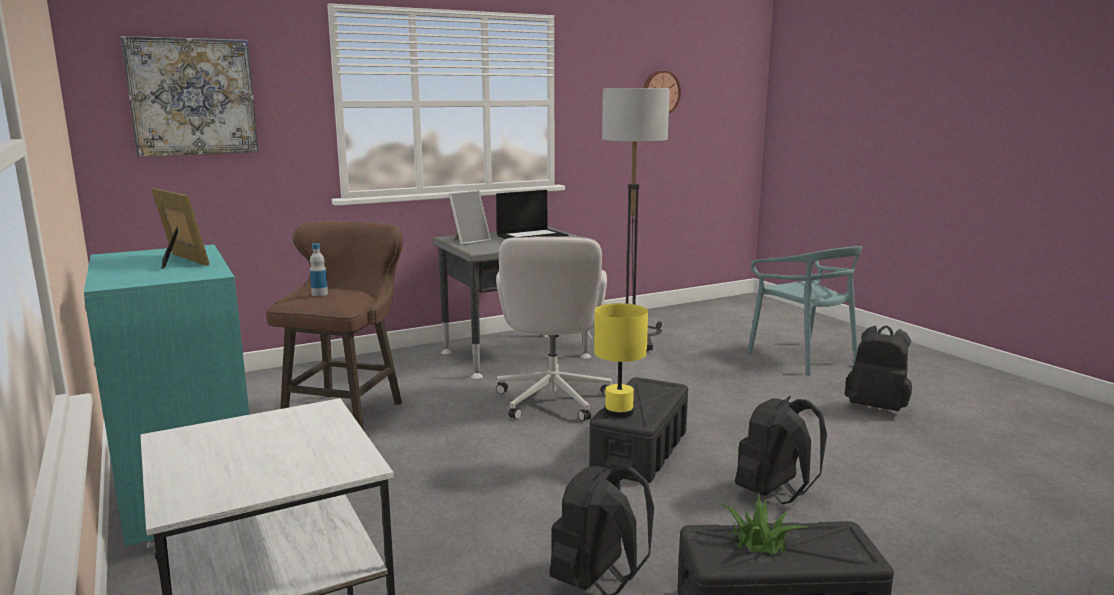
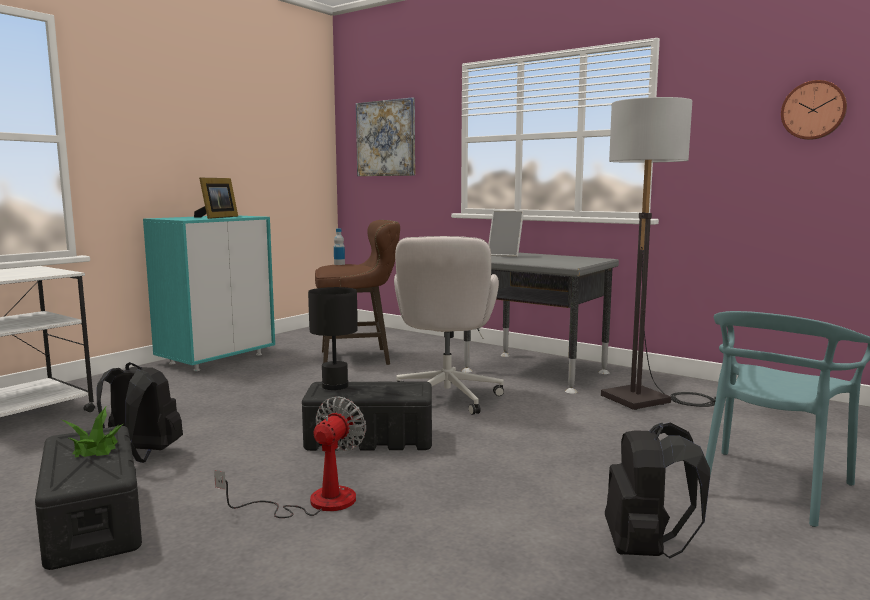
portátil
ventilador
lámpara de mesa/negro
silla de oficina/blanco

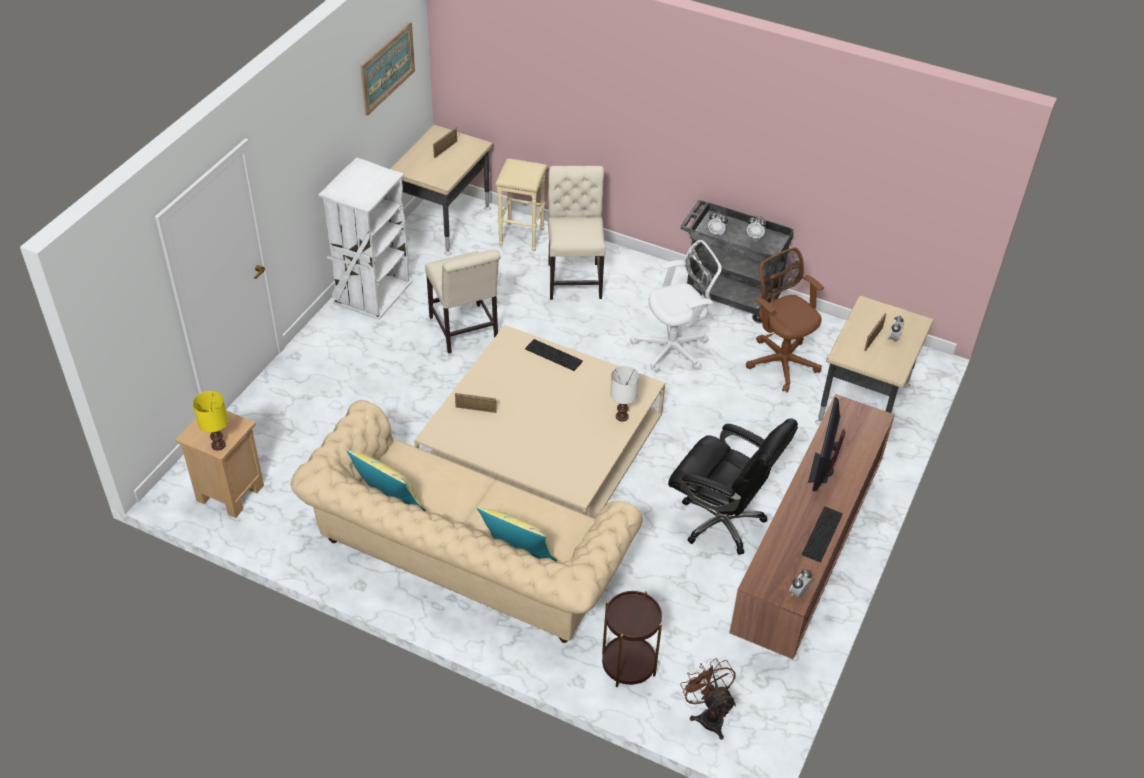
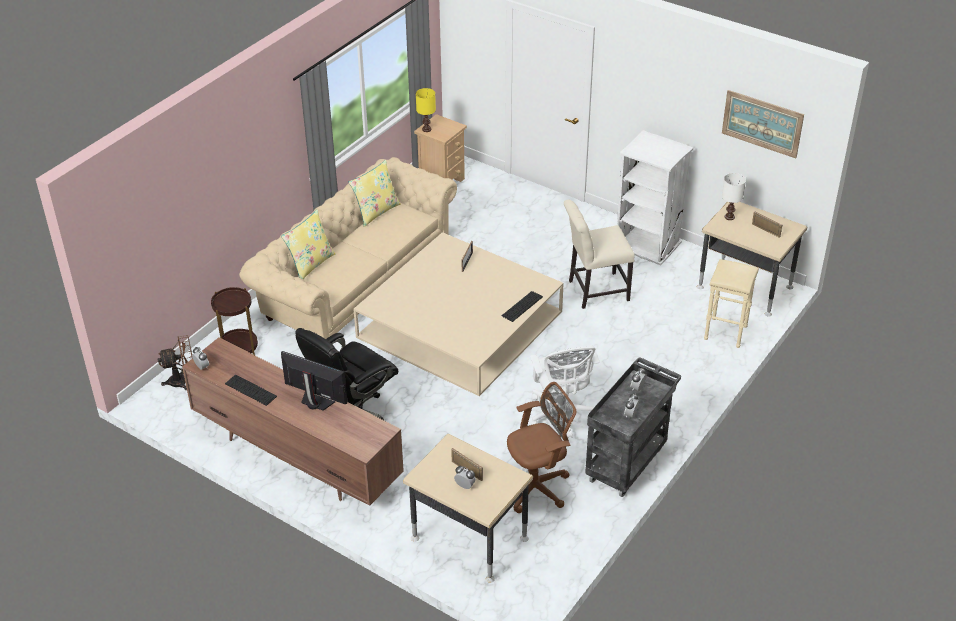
silla/beis (no. 2 from left in the first image)
lámpara de mesa/blanco

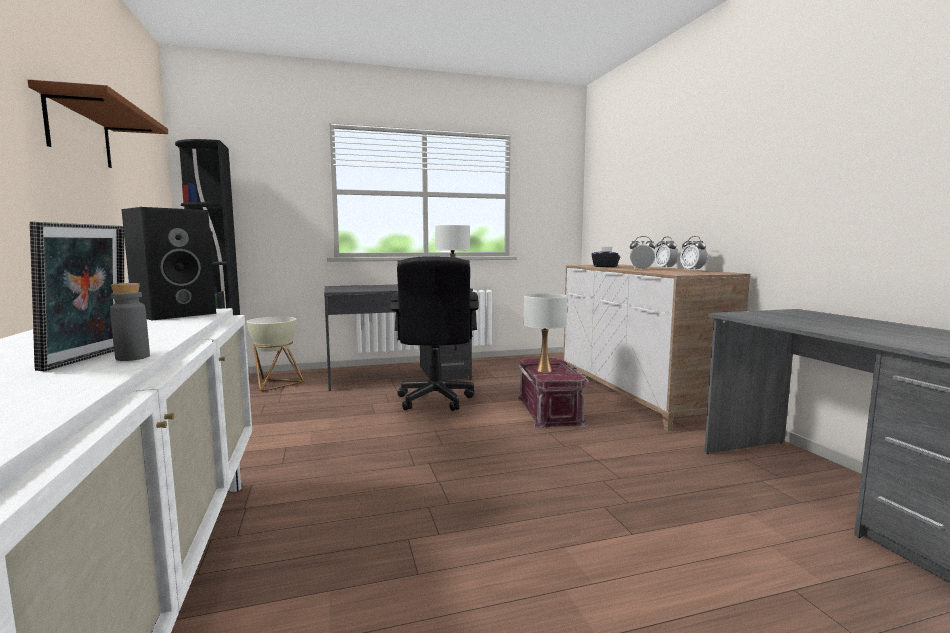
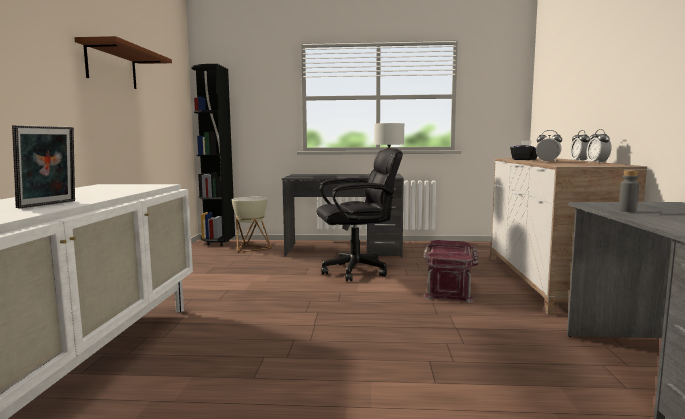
altavoz/negro
lámpara de mesa/blanco (no. 2 from left in the first image)
botella/gris
silla de oficina/negro

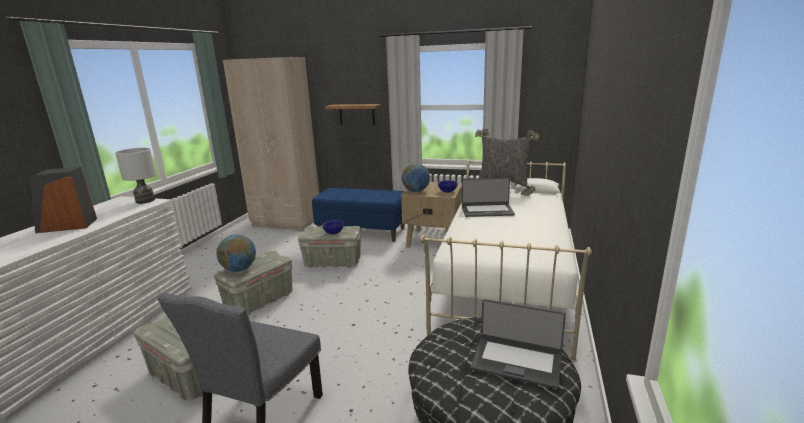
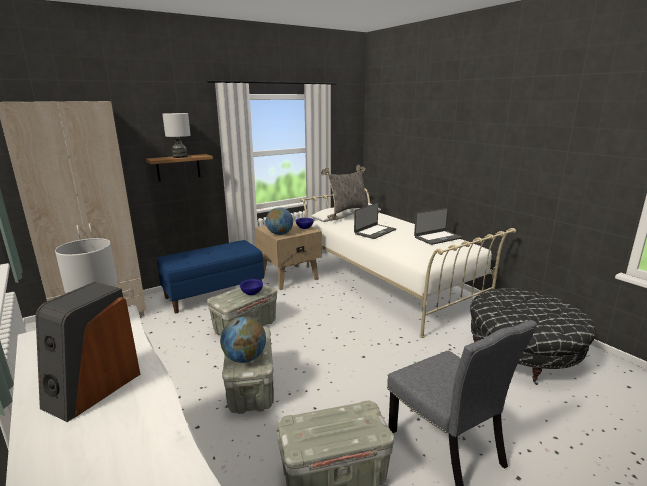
lámpara de mesa/gris (no. 2 from left)
portátil (no. 2 from left)

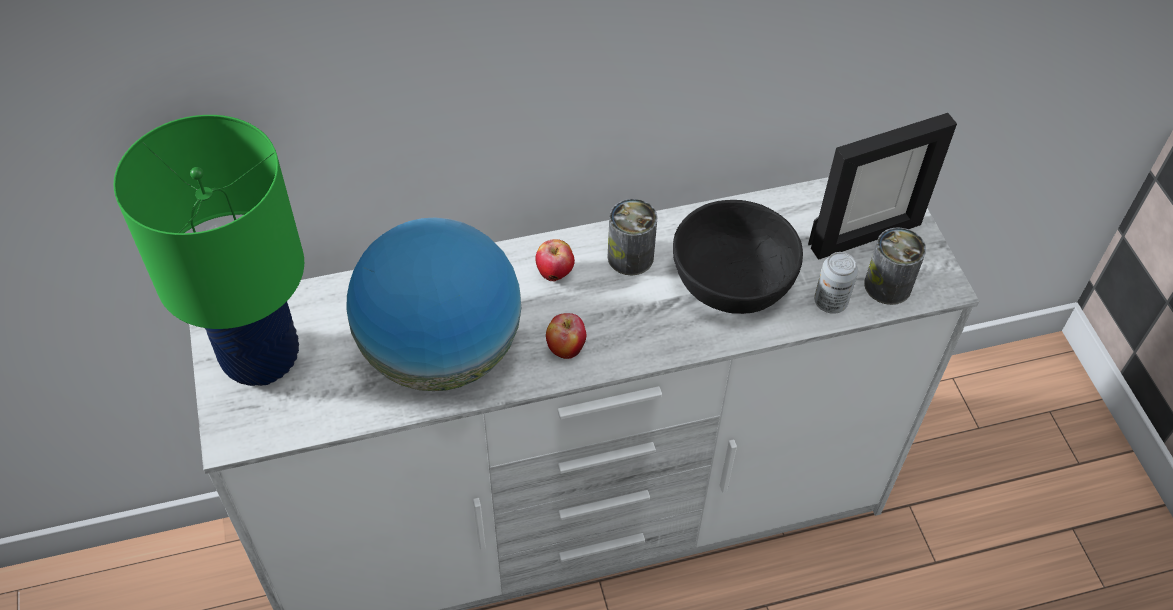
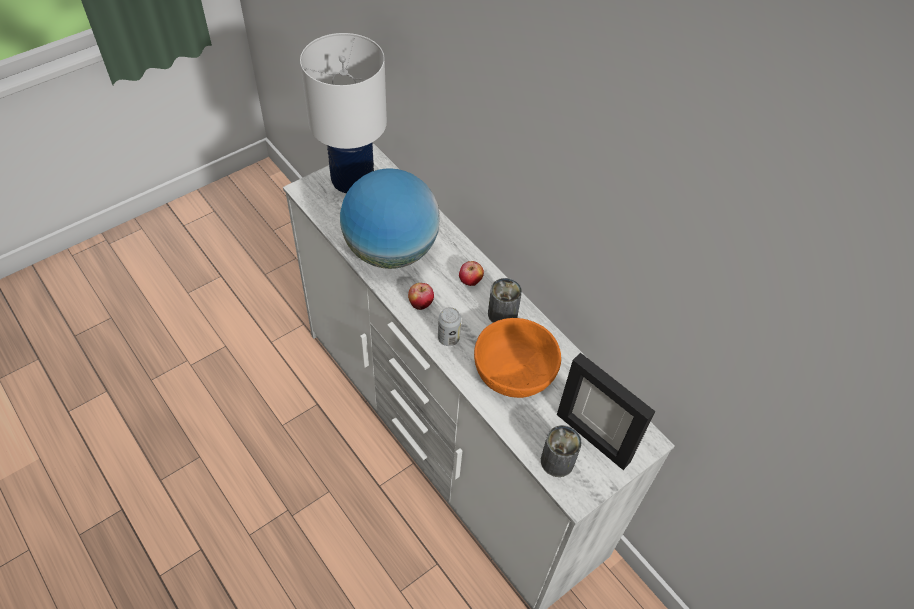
lata (no. 1 from left)
lámpara de mesa/blanco
cuenco/naranja

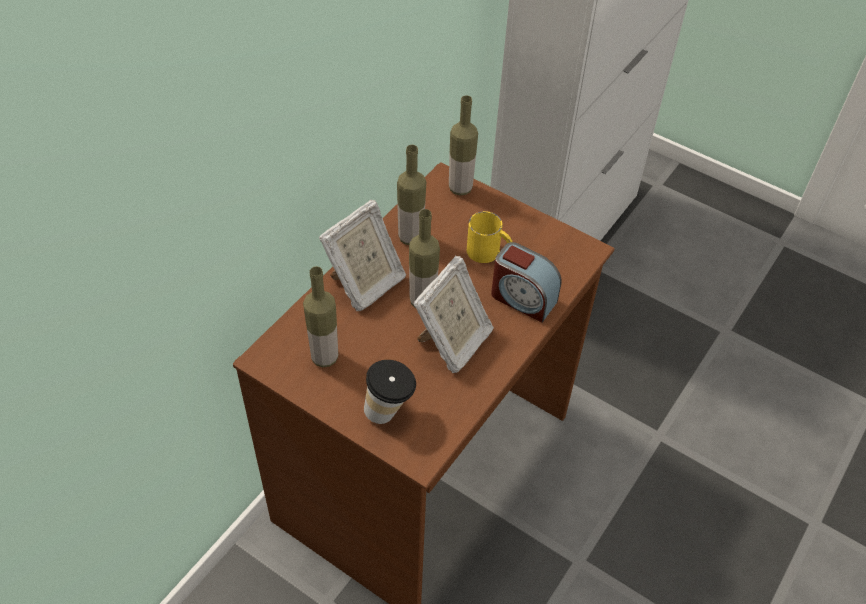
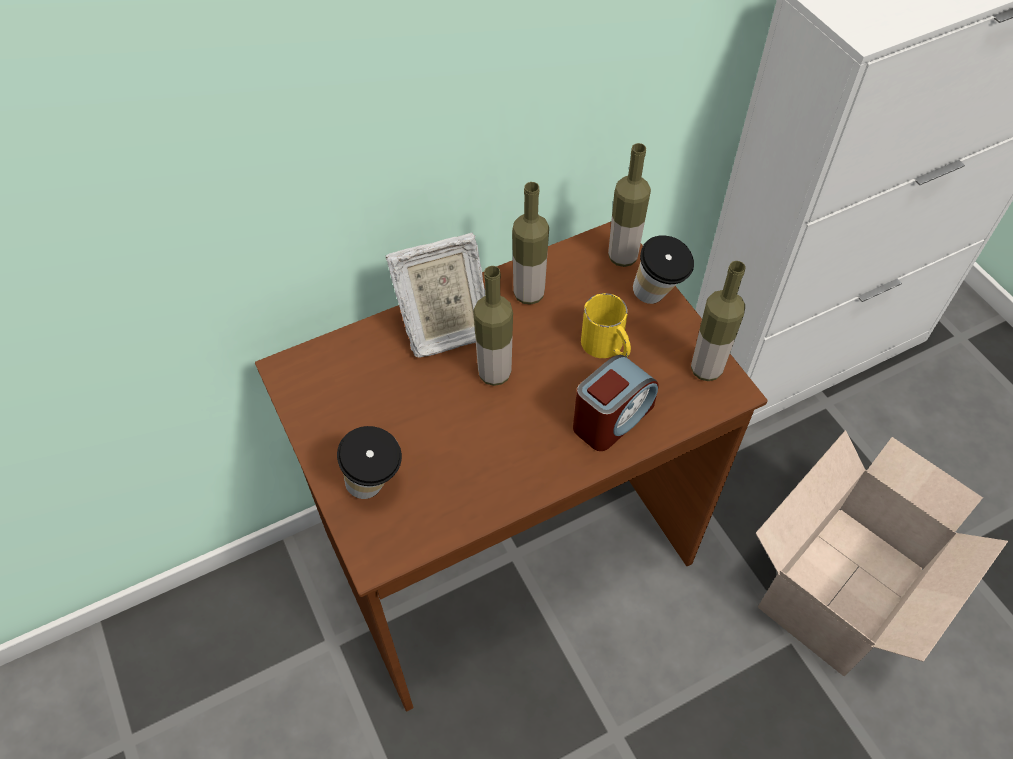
portarretratos (no. 2 from left in the first image)
taza (no. 2 from left)
caja de cartón
botella (no. 4 from left)
despertador

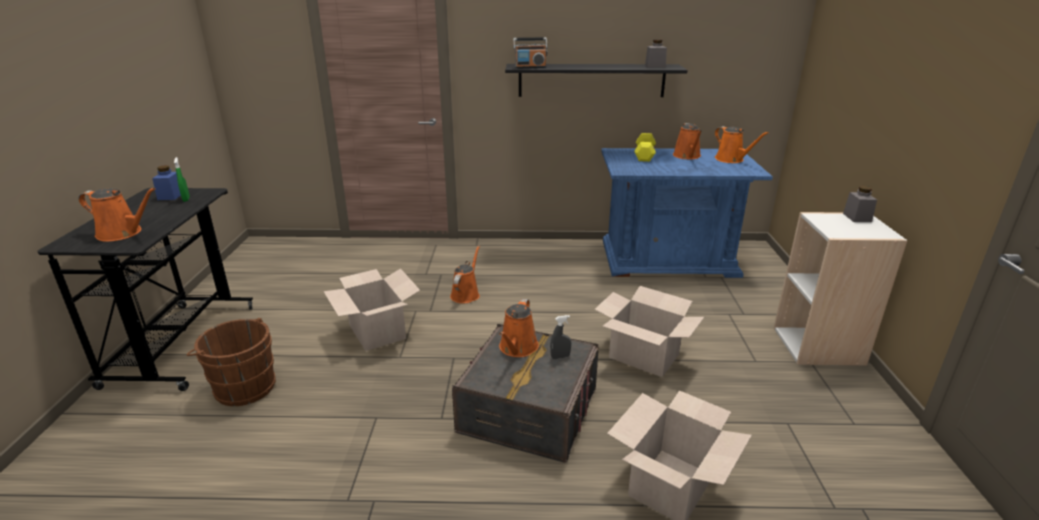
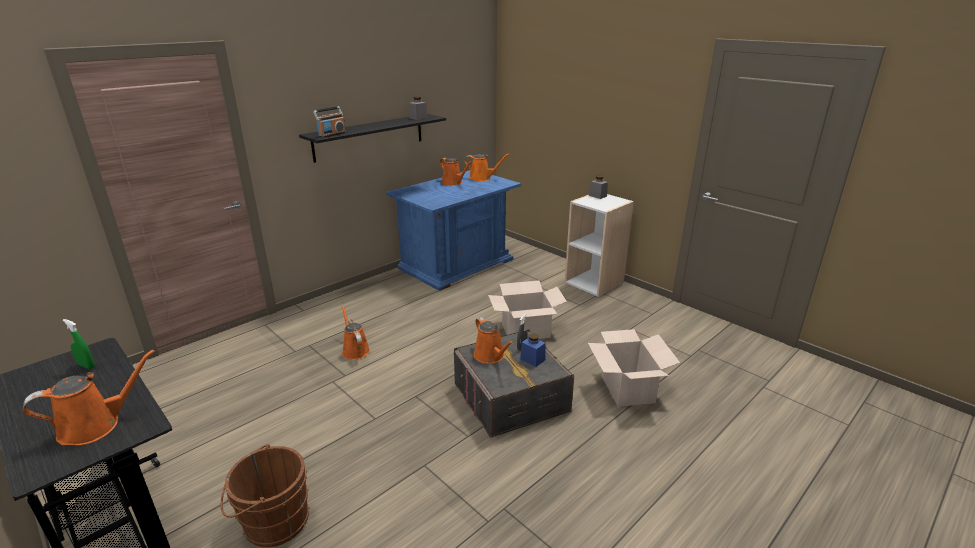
caja de cartón (no. 1 from left in the first image)
mancuerna/amarillo
tarro/azul

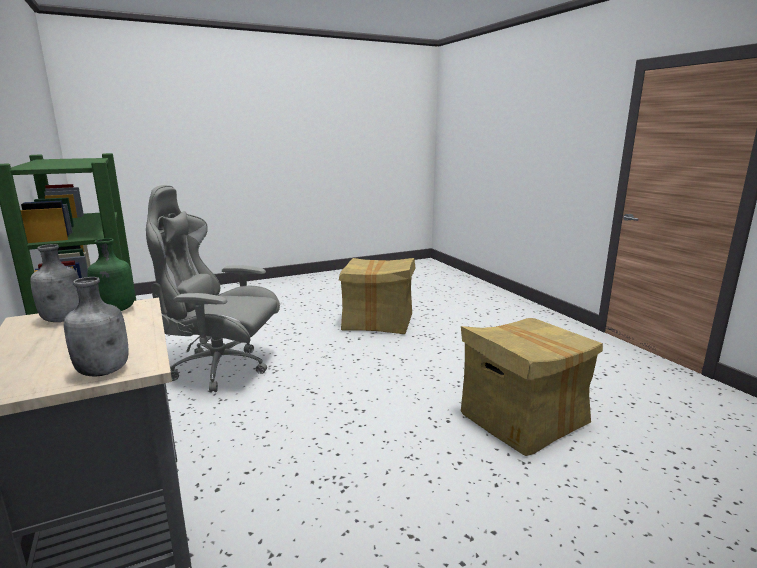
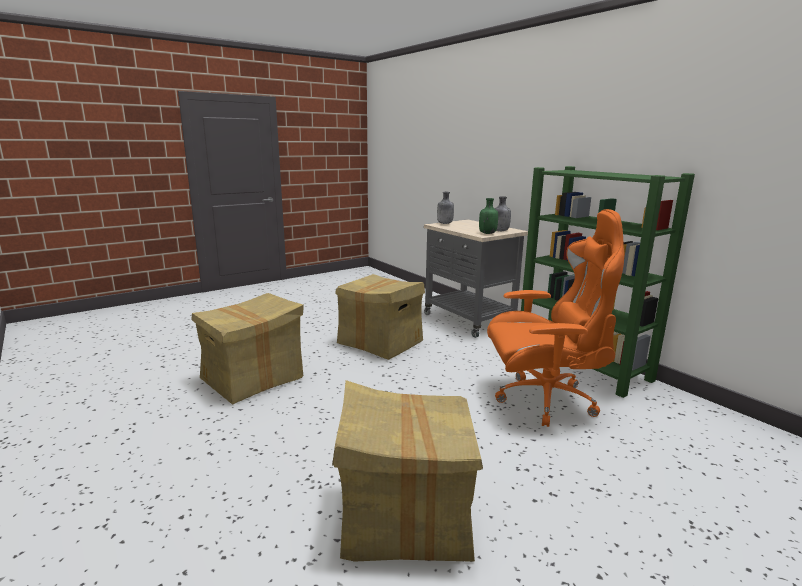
caja de cartón (no. 2 from left)
silla de oficina/naranja

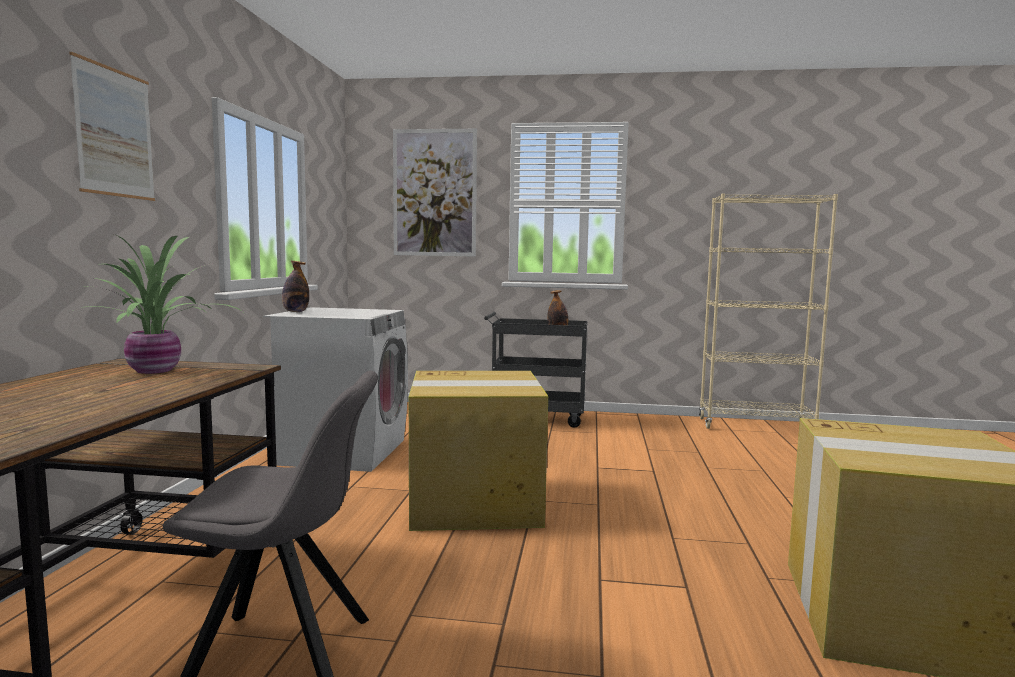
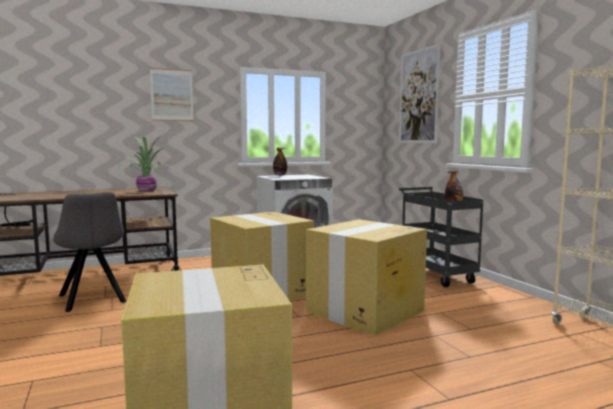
caja de cartón (no. 3 from left)

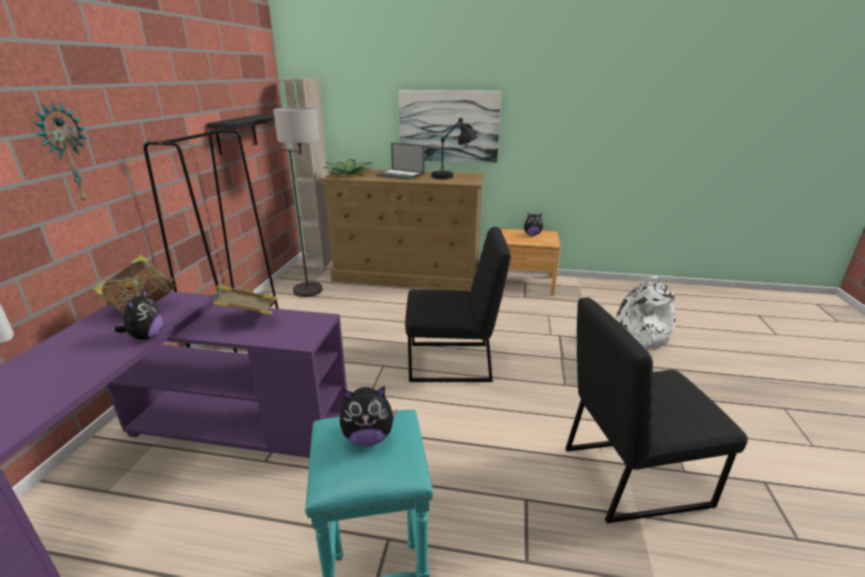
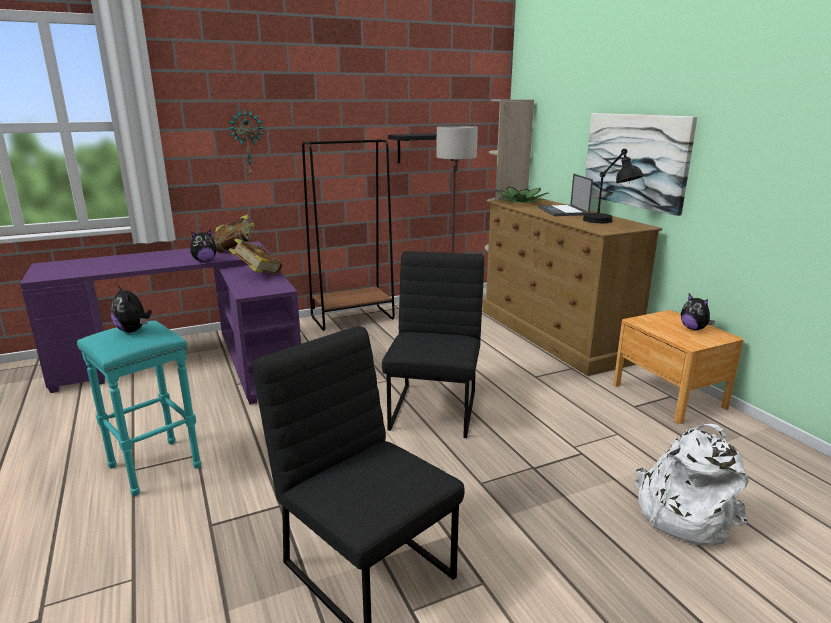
silla/negro (no. 2 from left)

